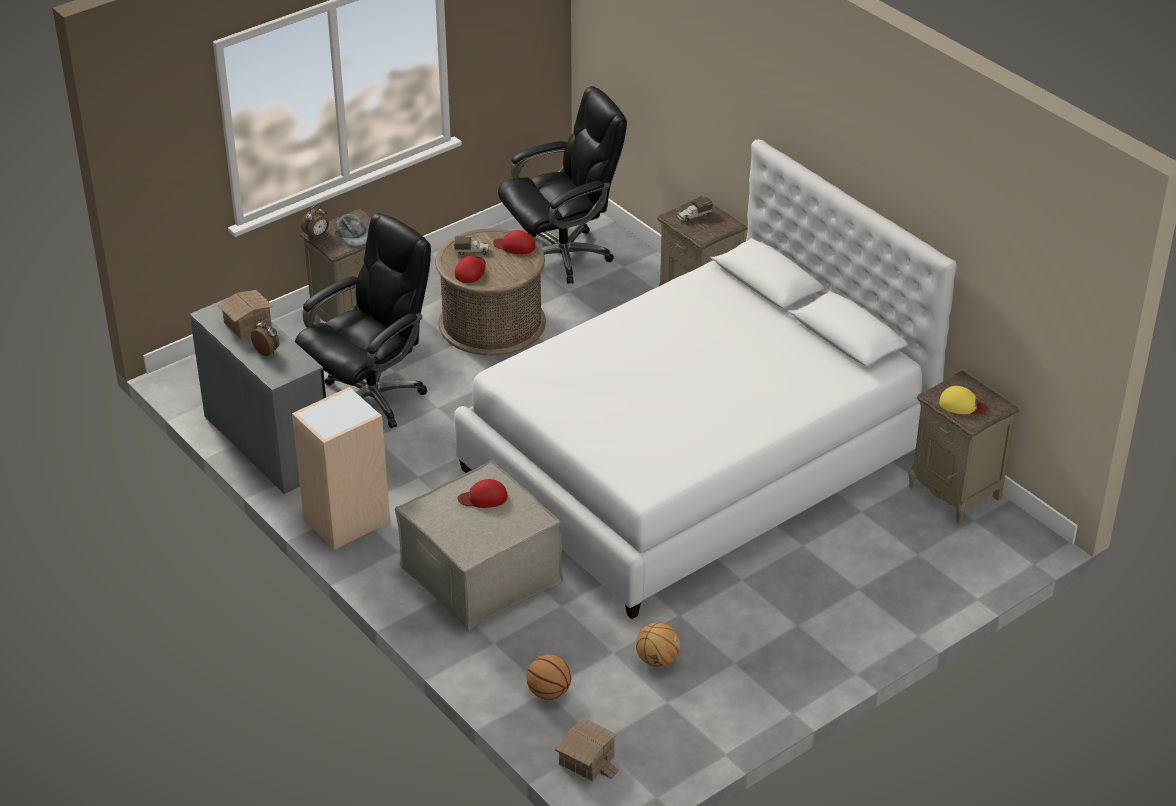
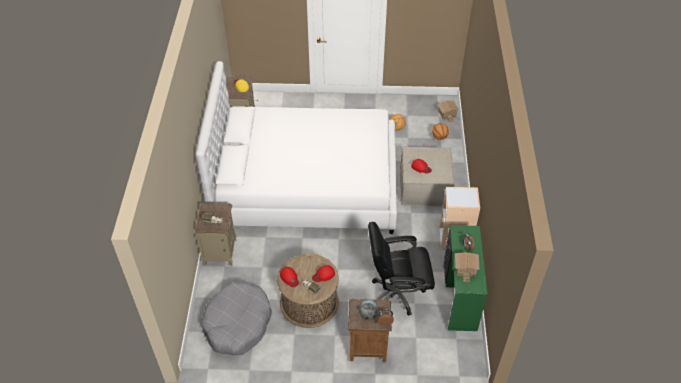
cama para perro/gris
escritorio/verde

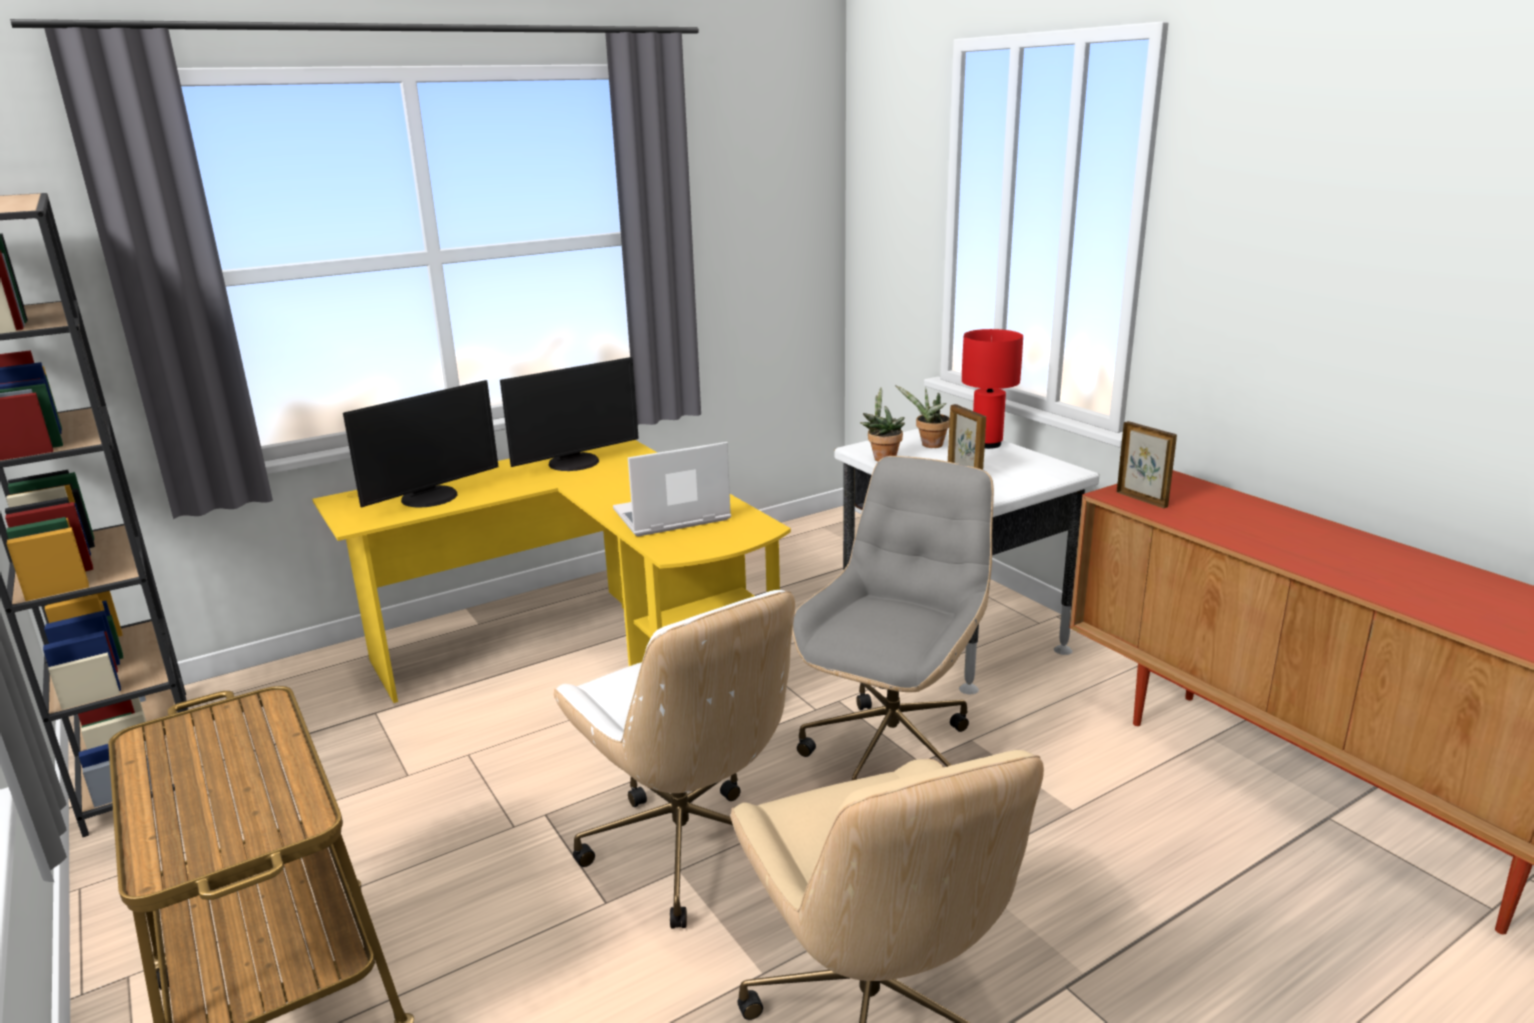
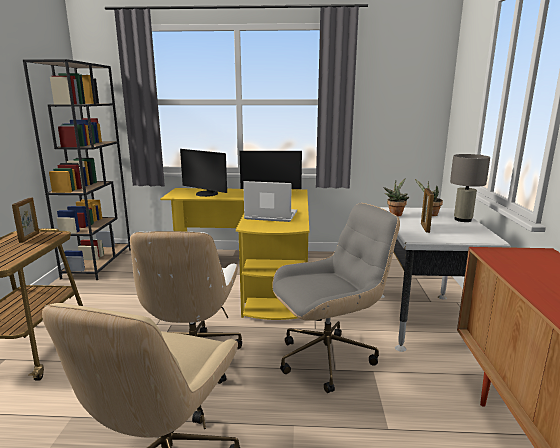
portarretratos (no. 1 from left)
lámpara de mesa/gris
monitor (no. 1 from left)

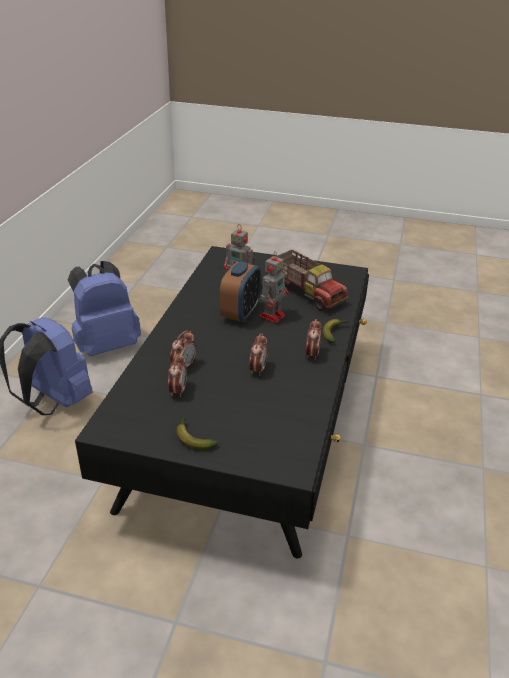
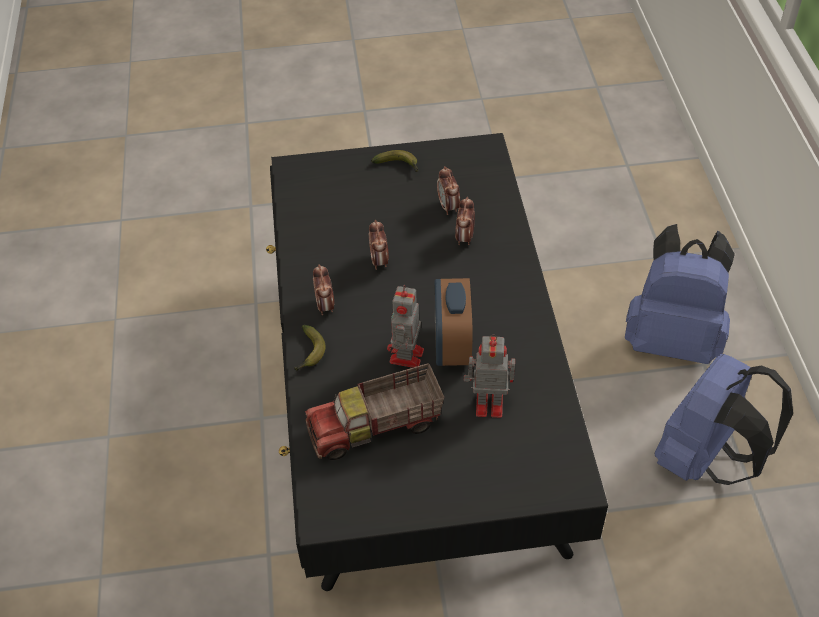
camión de juguete

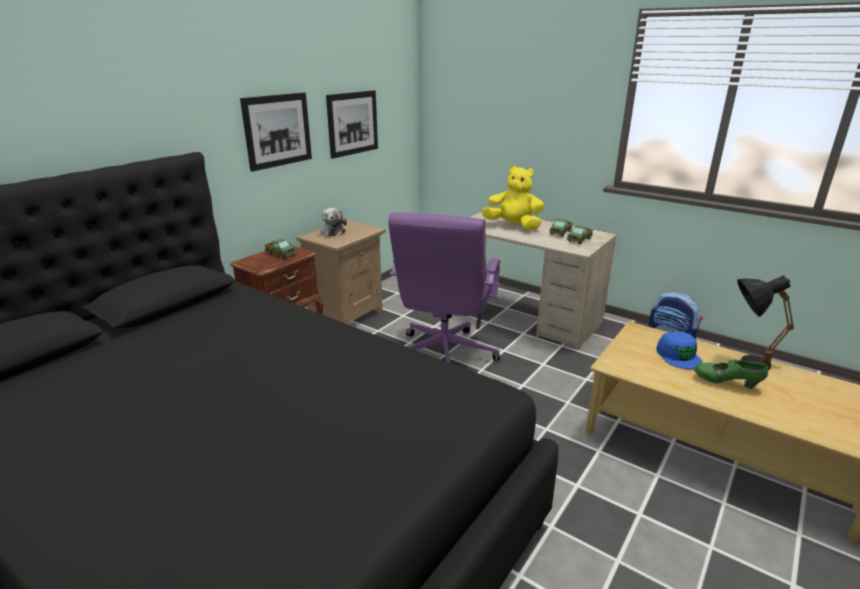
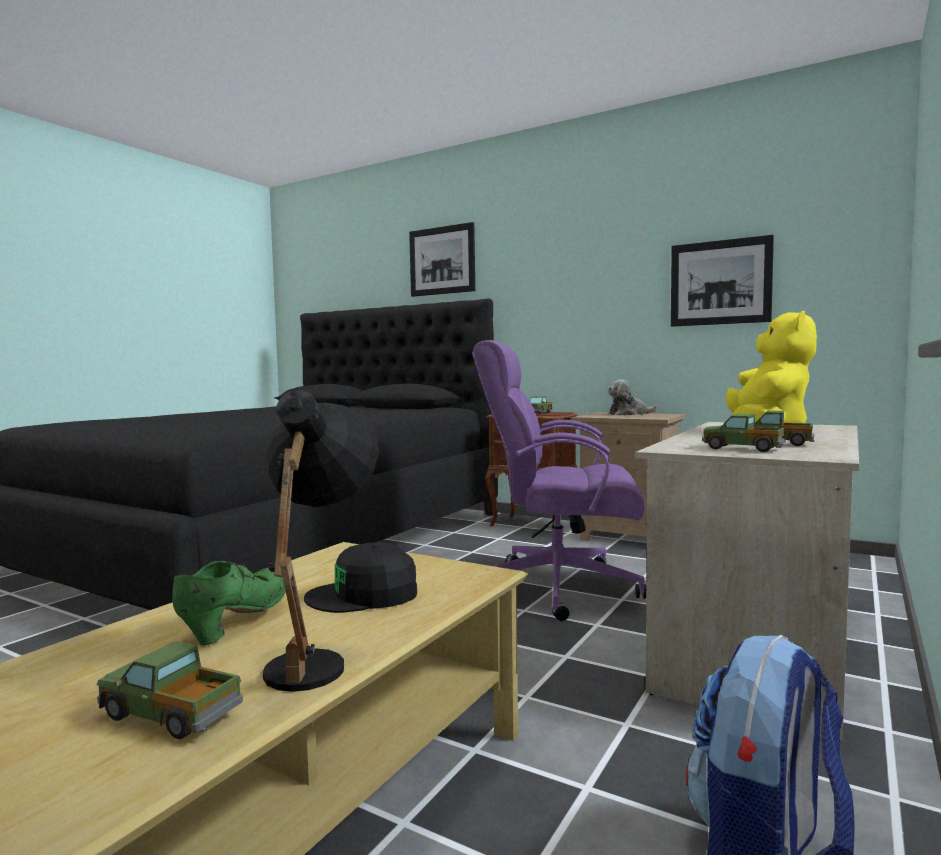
camión de juguete (no. 1 from left)
cuadro (no. 1 from left)
gorra/negro

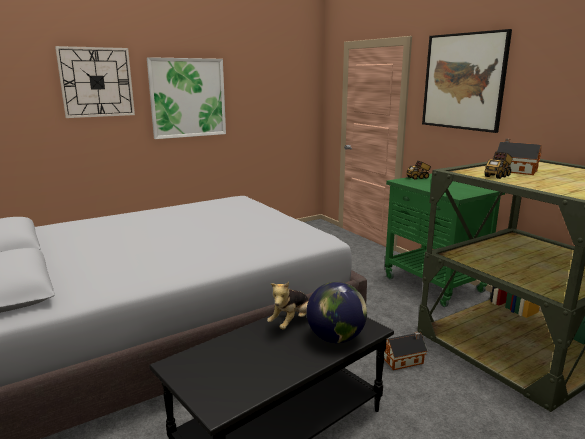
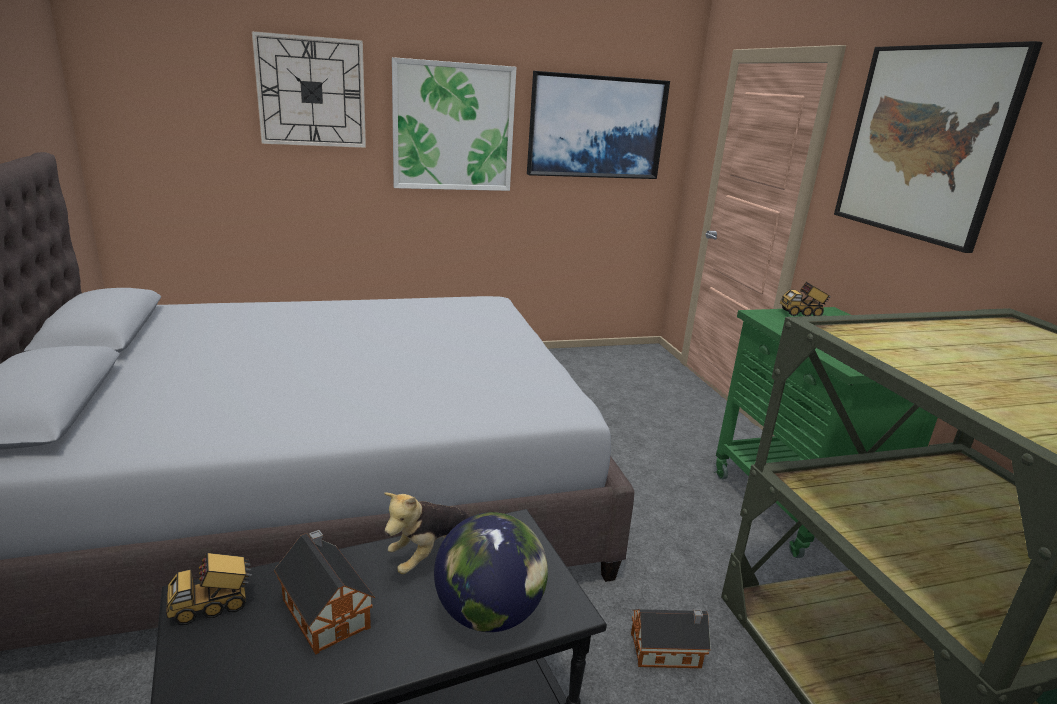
cuadro (no. 2 from left)
camión de juguete (no. 1 from left)
casita (no. 1 from left)

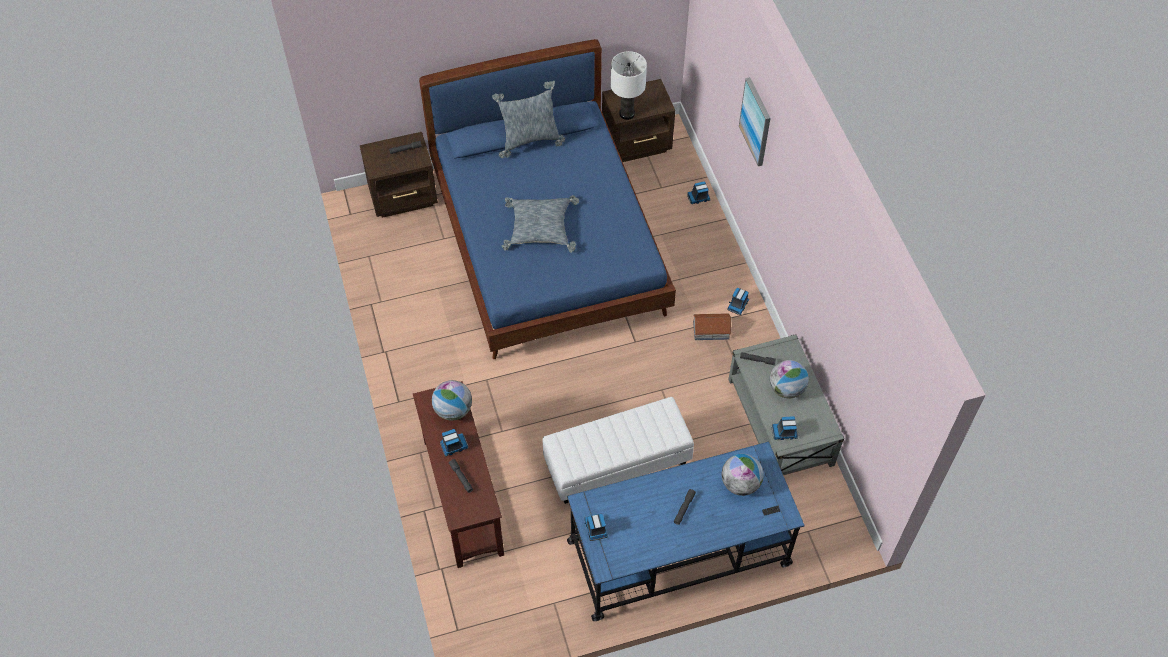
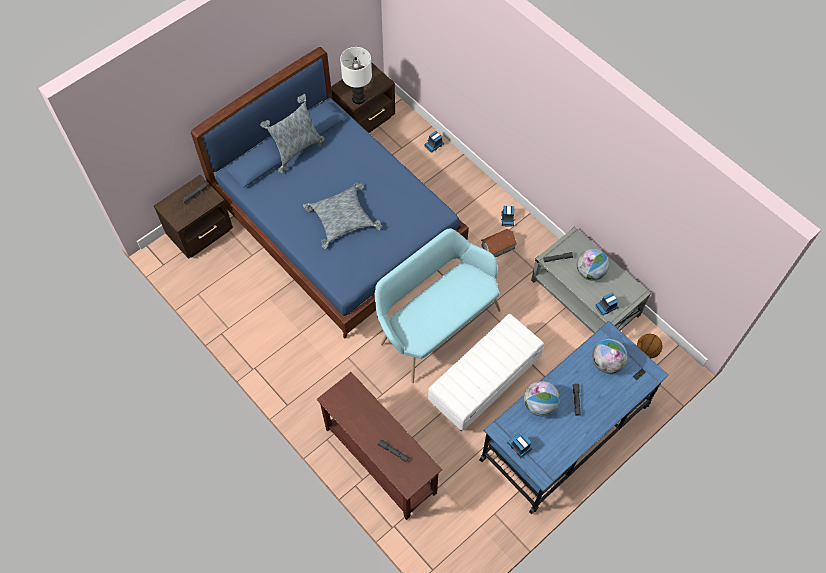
camión de juguete (no. 1 from left in the first image)
cuadro
banco/turquesa
balón de baloncesto
globo terráqueo (no. 1 from left)

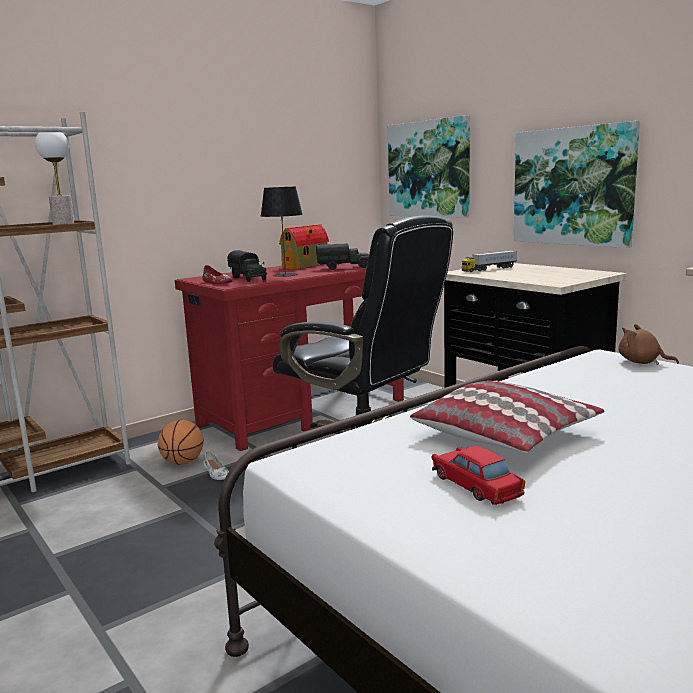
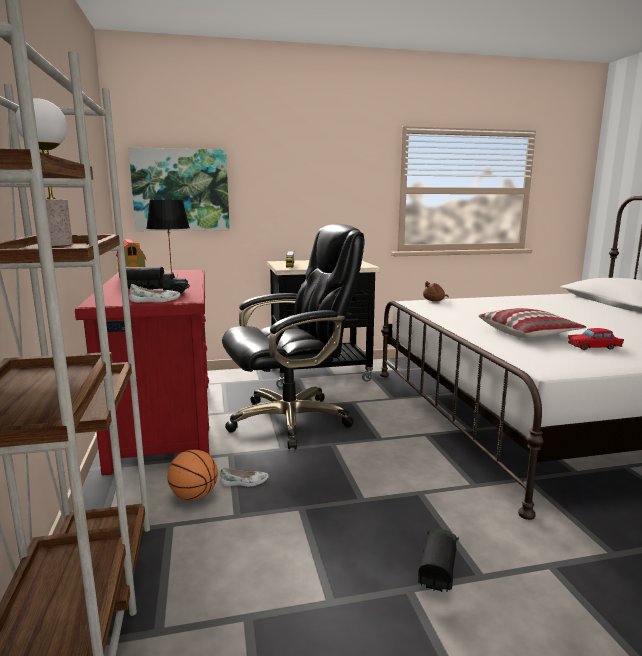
cuadro (no. 2 from left in the first image)
camión de juguete (no. 3 from left)
zapato/blanco (no. 1 from left)

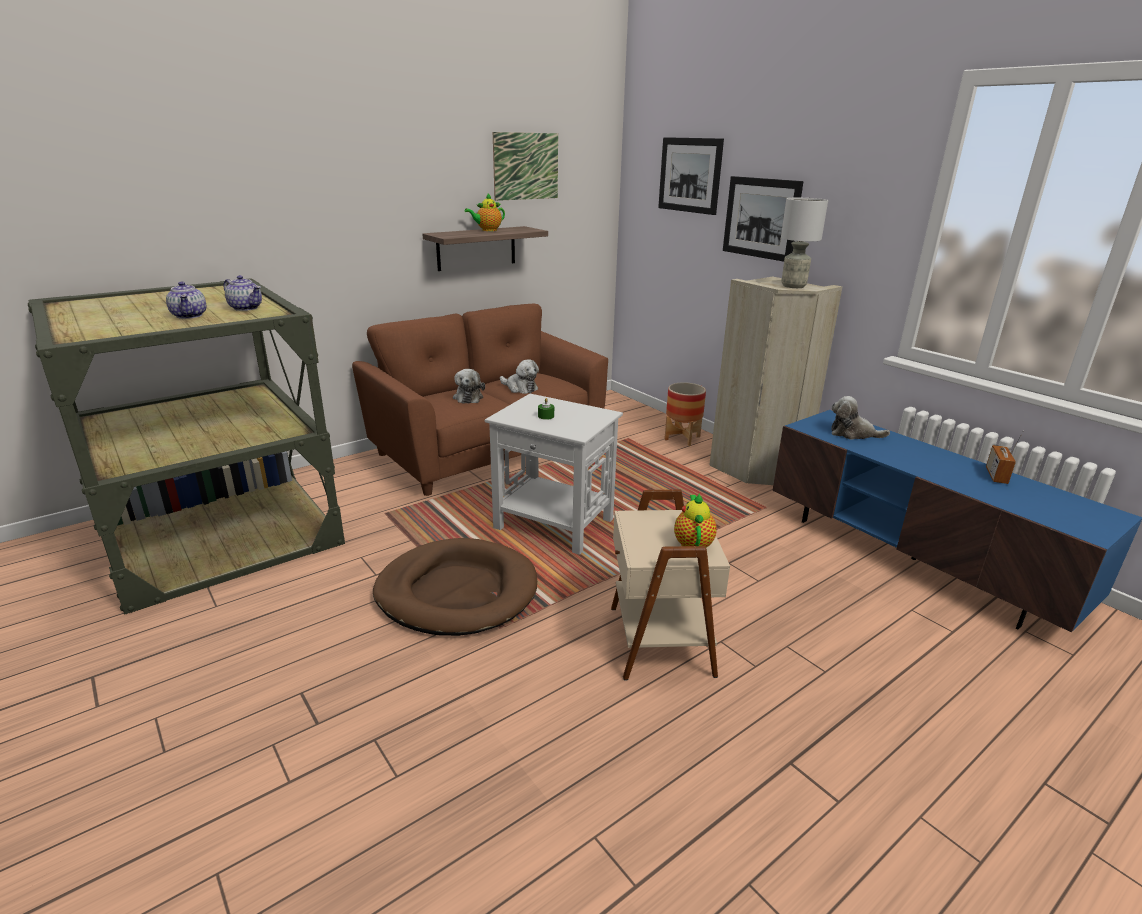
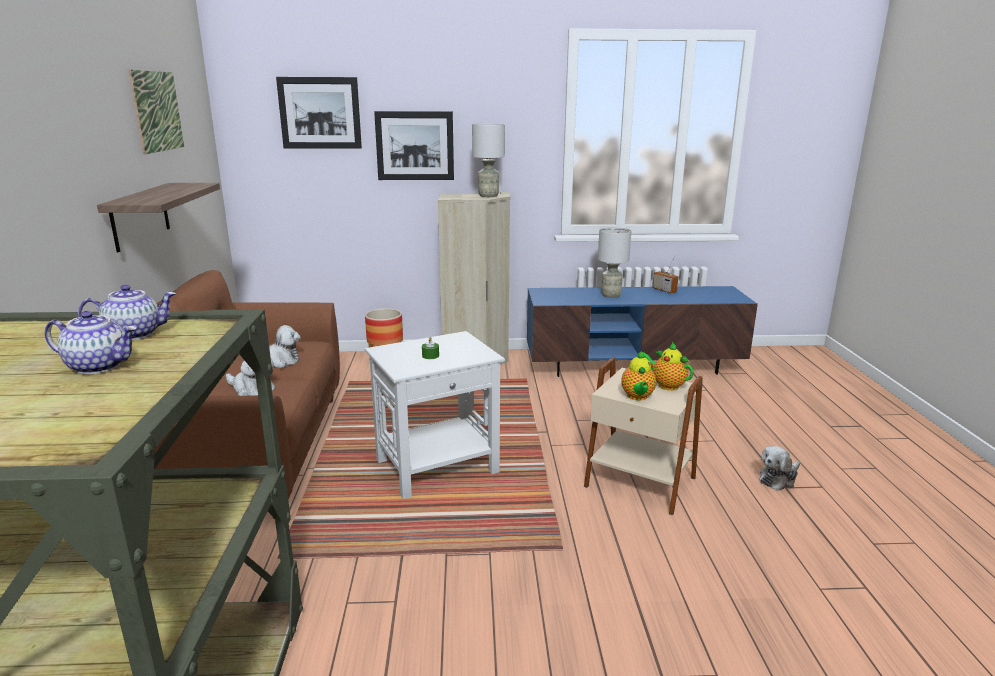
cama para perro/marrón
lámpara de mesa/gris (no. 2 from left)
tetera (no. 3 from left)
peluche (no. 3 from left)

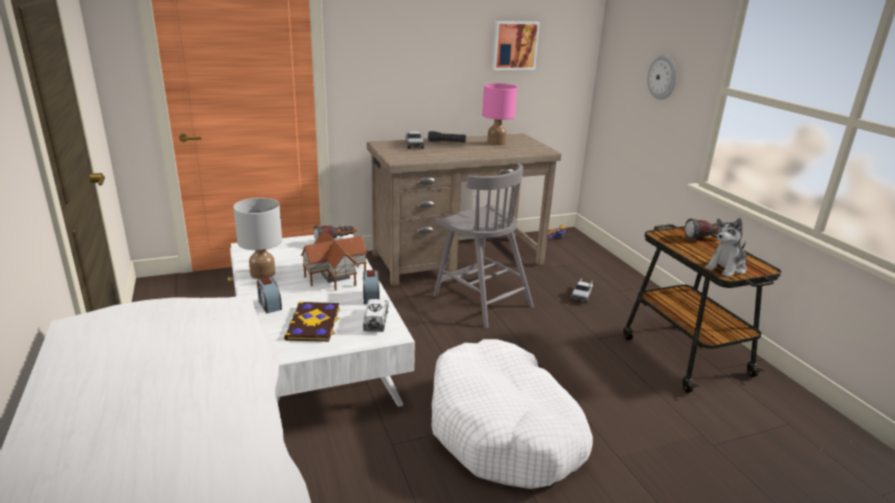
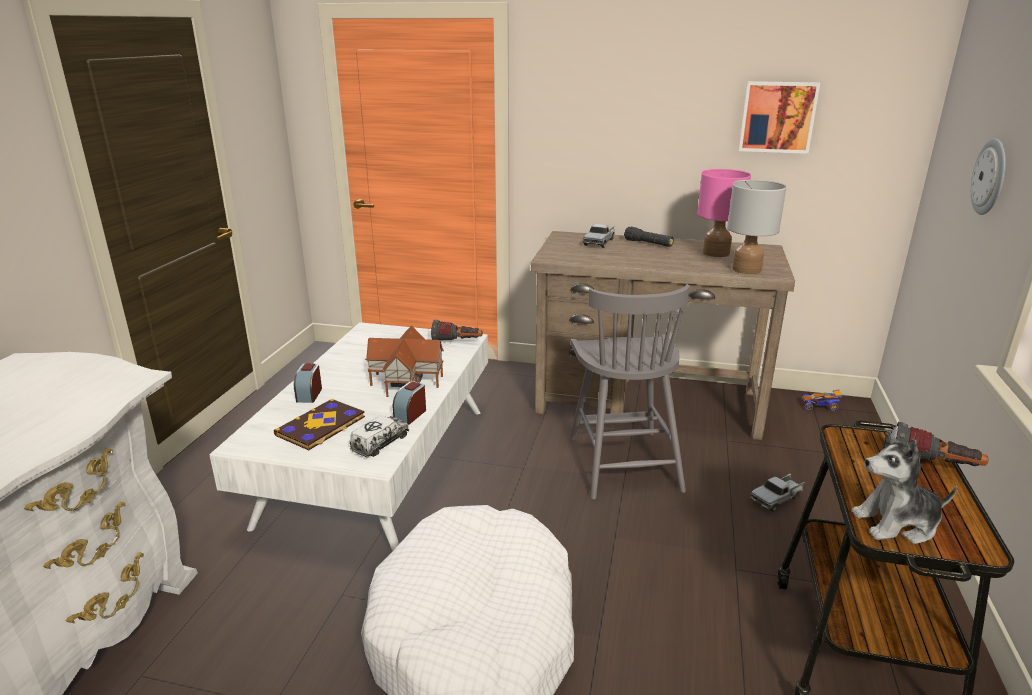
lámpara de mesa/gris

